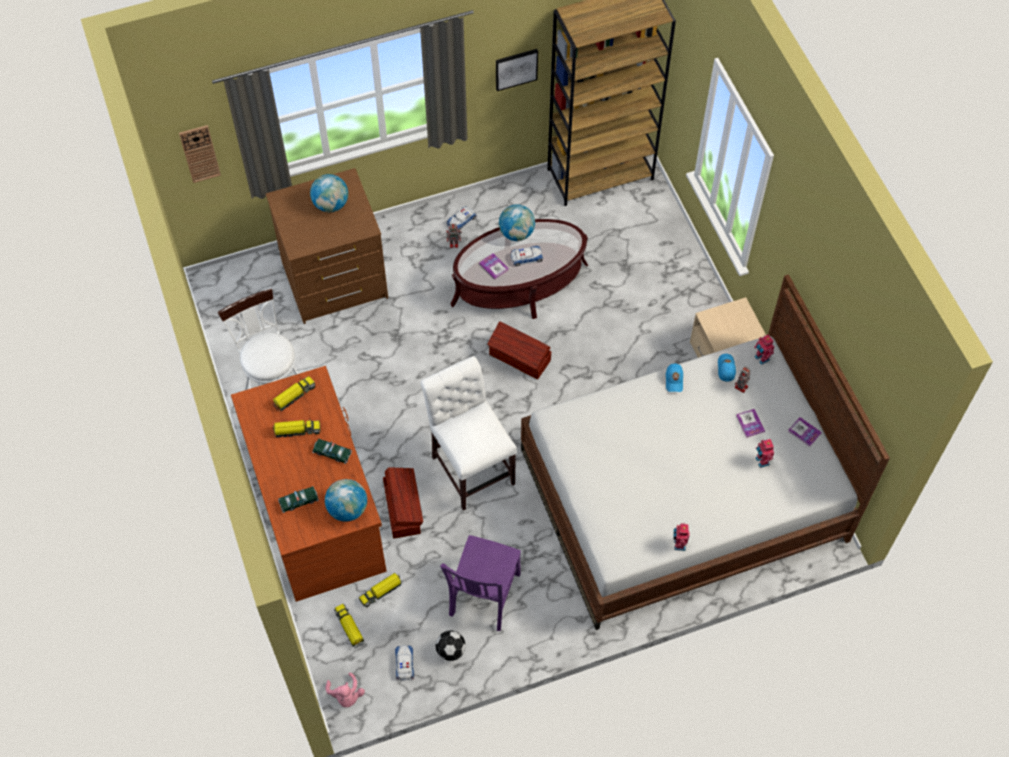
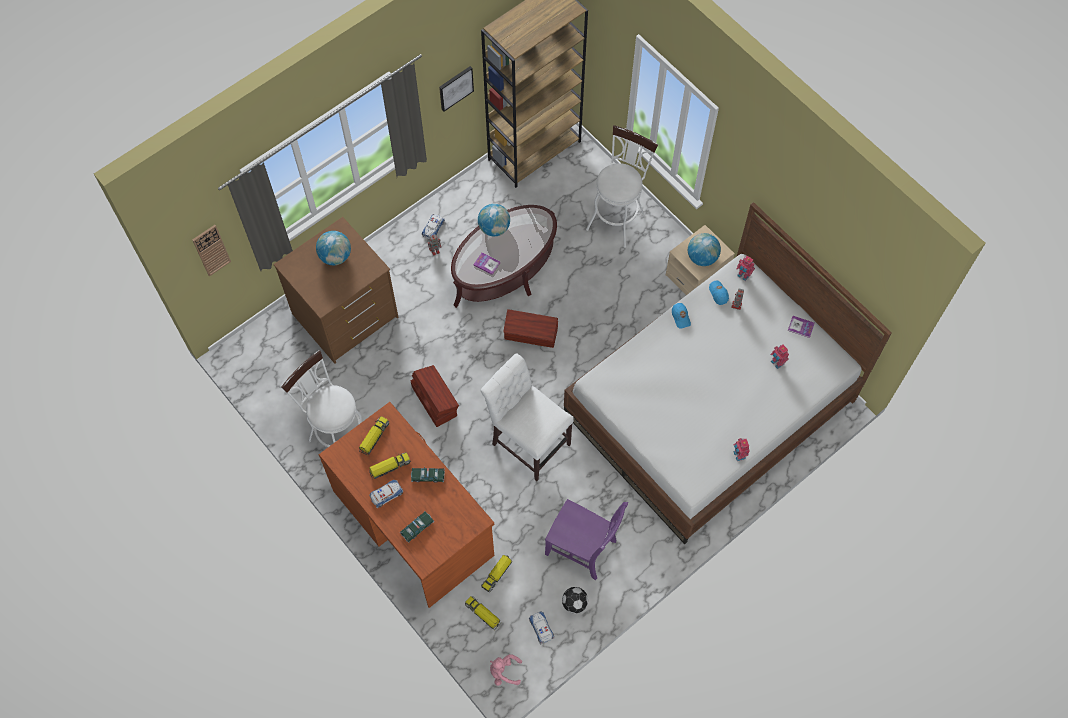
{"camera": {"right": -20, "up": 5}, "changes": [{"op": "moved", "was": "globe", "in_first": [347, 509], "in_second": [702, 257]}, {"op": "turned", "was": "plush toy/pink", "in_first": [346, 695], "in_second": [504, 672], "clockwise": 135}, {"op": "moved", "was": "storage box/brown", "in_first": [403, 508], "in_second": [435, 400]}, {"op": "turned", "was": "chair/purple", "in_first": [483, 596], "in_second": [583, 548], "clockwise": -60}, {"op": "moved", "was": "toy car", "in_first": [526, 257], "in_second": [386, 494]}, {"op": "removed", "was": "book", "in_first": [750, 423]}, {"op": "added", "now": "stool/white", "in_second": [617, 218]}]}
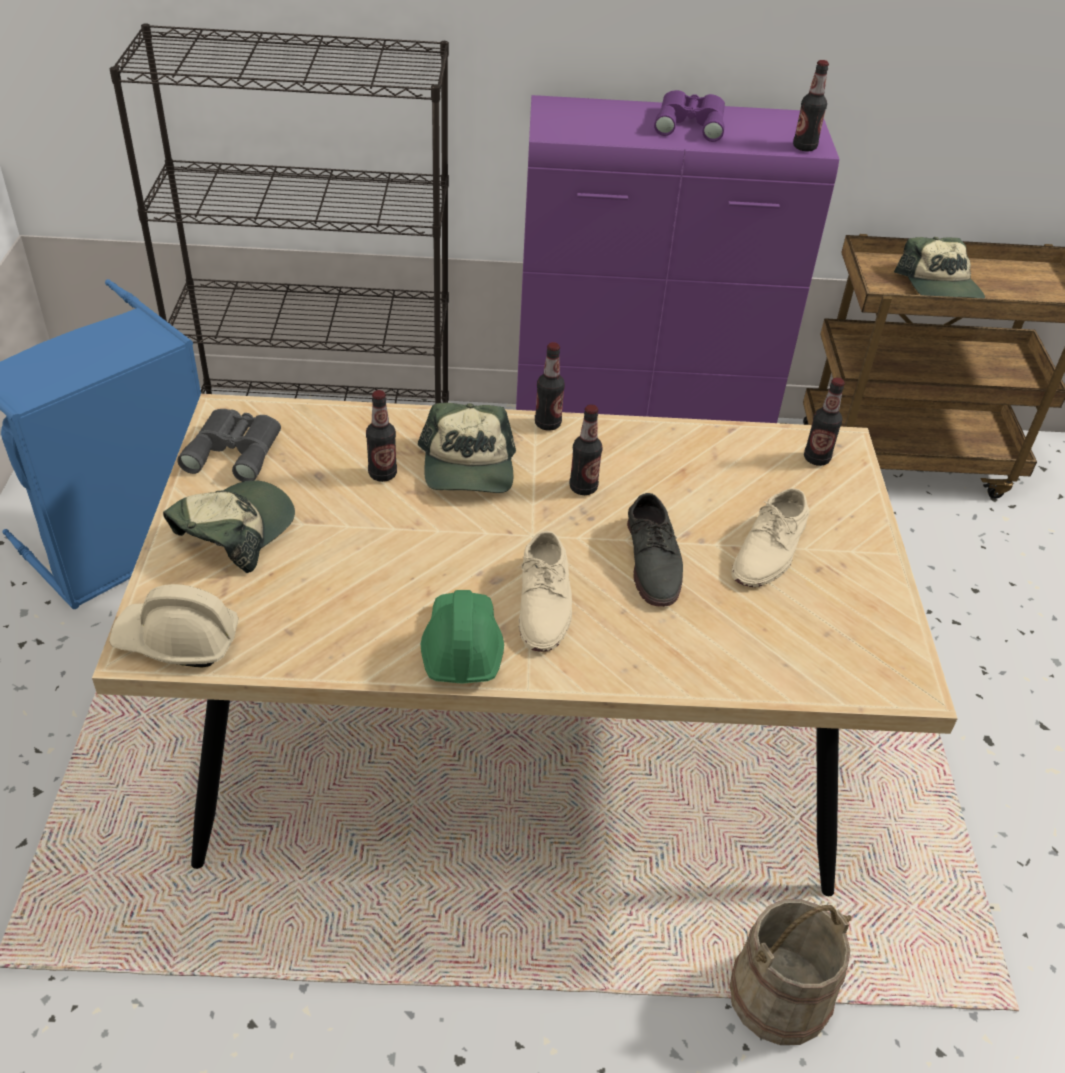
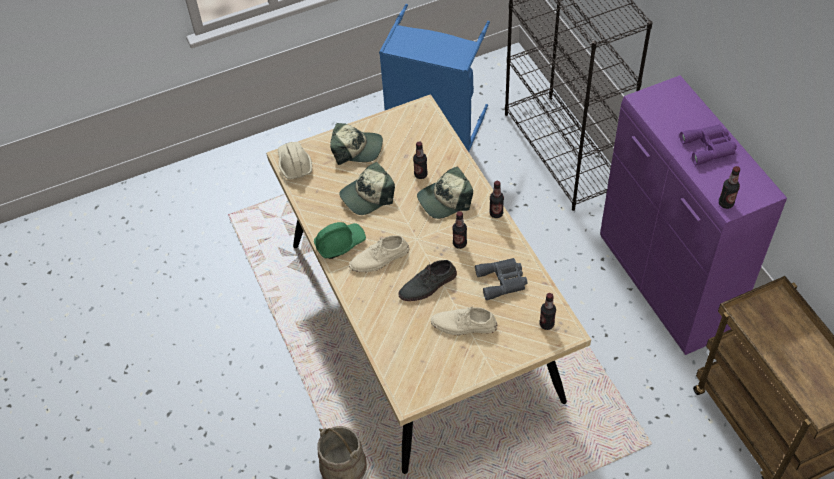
{"camera": {"right": 70, "up": 10}, "changes": [{"op": "moved", "was": "binoculars/grey", "in_first": [236, 449], "in_second": [503, 281]}, {"op": "moved", "was": "cap", "in_first": [940, 286], "in_second": [367, 196]}]}
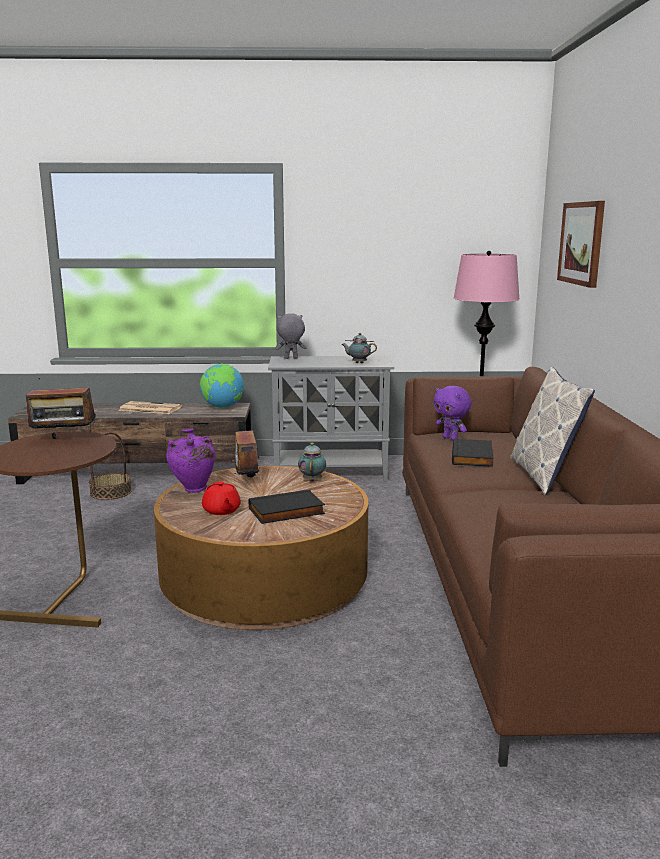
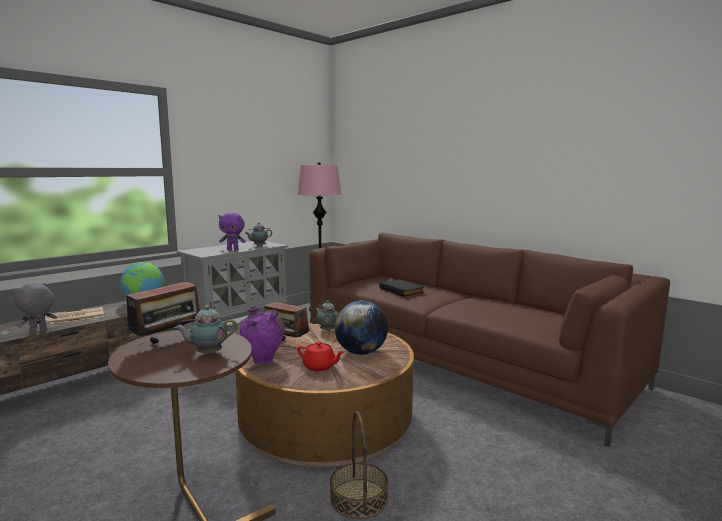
{"camera": {"right": -45, "up": -5}, "changes": [{"op": "moved", "was": "basket", "in_first": [111, 492], "in_second": [358, 498]}, {"op": "replaced", "was": "book/black", "now": "globe", "in_first": [286, 511], "in_second": [361, 352]}, {"op": "moved", "was": "plush toy/grey", "in_first": [290, 358], "in_second": [38, 332]}, {"op": "moved", "was": "plush toy/purple", "in_first": [451, 439], "in_second": [233, 250]}, {"op": "removed", "was": "pillow", "in_first": [543, 475]}, {"op": "removed", "was": "picture", "in_first": [582, 243]}, {"op": "added", "now": "teapot", "in_second": [207, 354]}]}
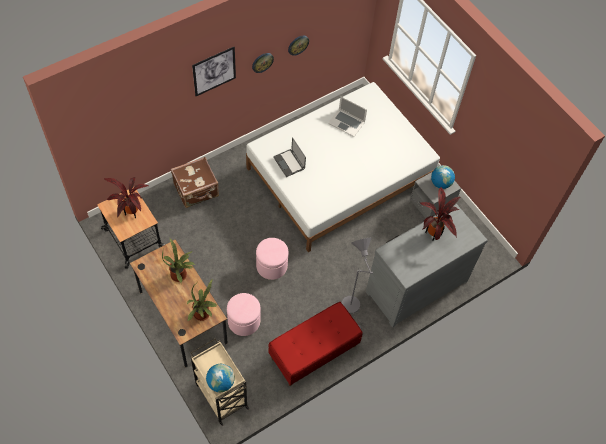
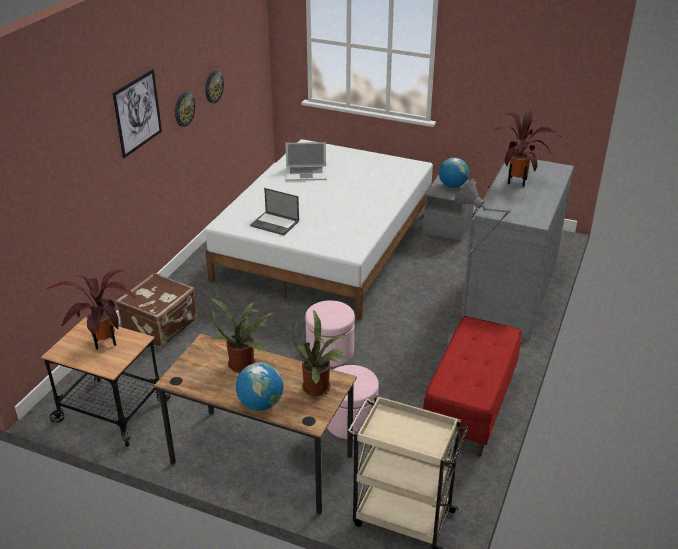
{"camera": {"right": -30, "up": -25}, "changes": [{"op": "moved", "was": "globe", "in_first": [221, 382], "in_second": [260, 403]}]}
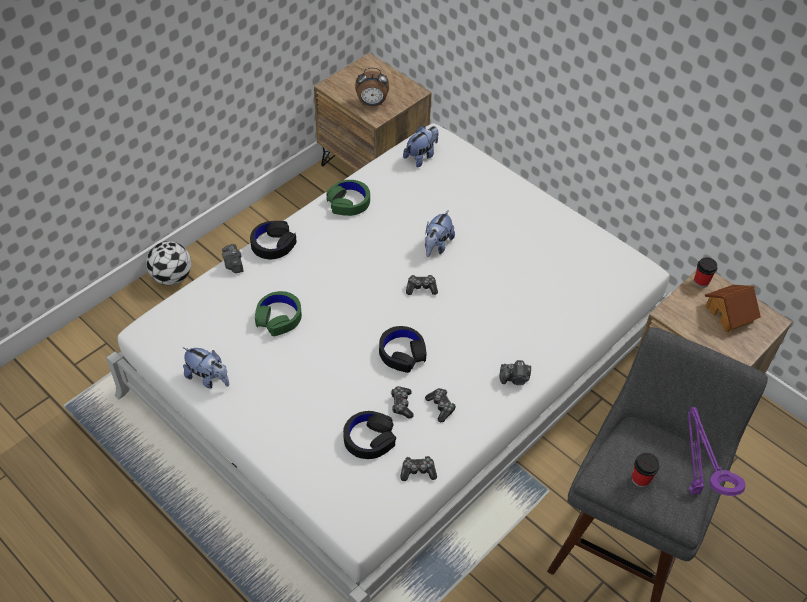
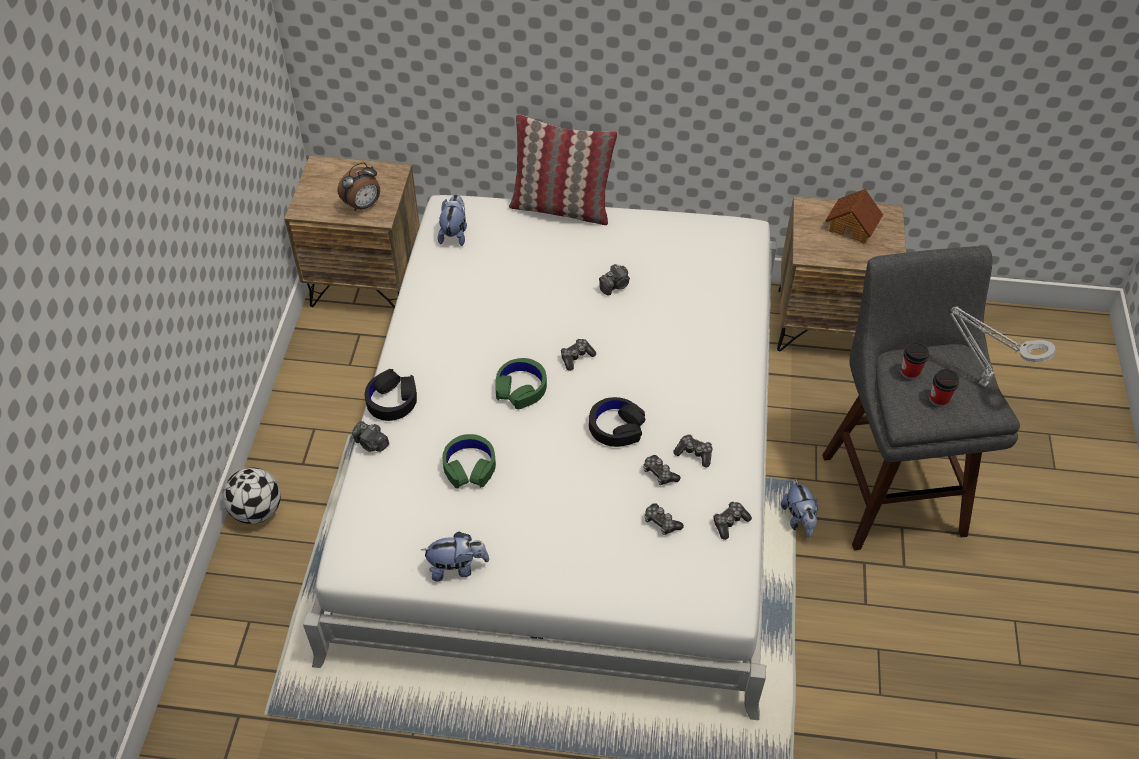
{"camera": {"right": -35, "up": 0}, "changes": [{"op": "moved", "was": "headphones/green", "in_first": [348, 202], "in_second": [521, 388]}, {"op": "replaced", "was": "headphones/black", "now": "game controller", "in_first": [369, 439], "in_second": [661, 523]}, {"op": "moved", "was": "plush toy", "in_first": [437, 246], "in_second": [799, 520]}, {"op": "moved", "was": "photo camera", "in_first": [515, 379], "in_second": [615, 286]}, {"op": "recoloured", "was": "table lamp/purple", "now": "table lamp/grey", "in_first": [692, 488], "in_second": [980, 381]}, {"op": "moved", "was": "cup", "in_first": [701, 282], "in_second": [909, 372]}, {"op": "added", "now": "pillow", "in_second": [561, 208]}]}
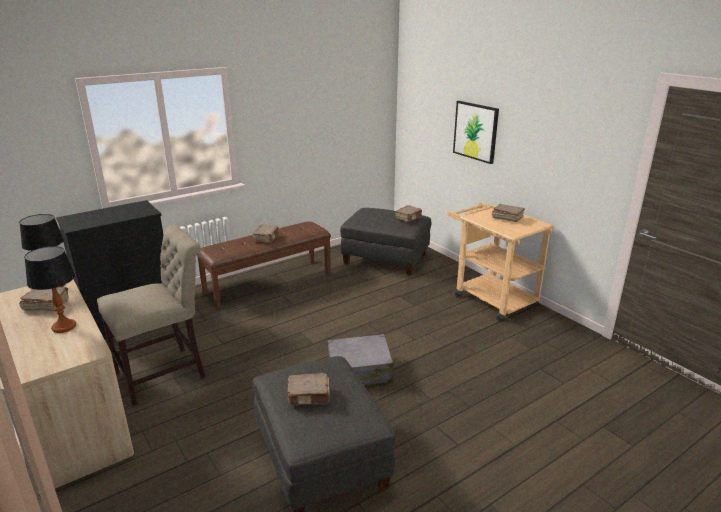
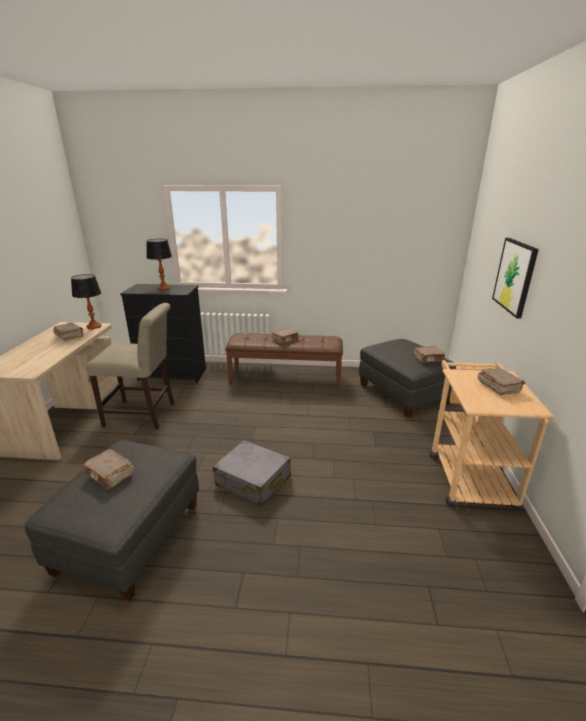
{"camera": {"right": 40, "up": 0}, "changes": [{"op": "moved", "was": "table lamp", "in_first": [63, 327], "in_second": [163, 288]}]}
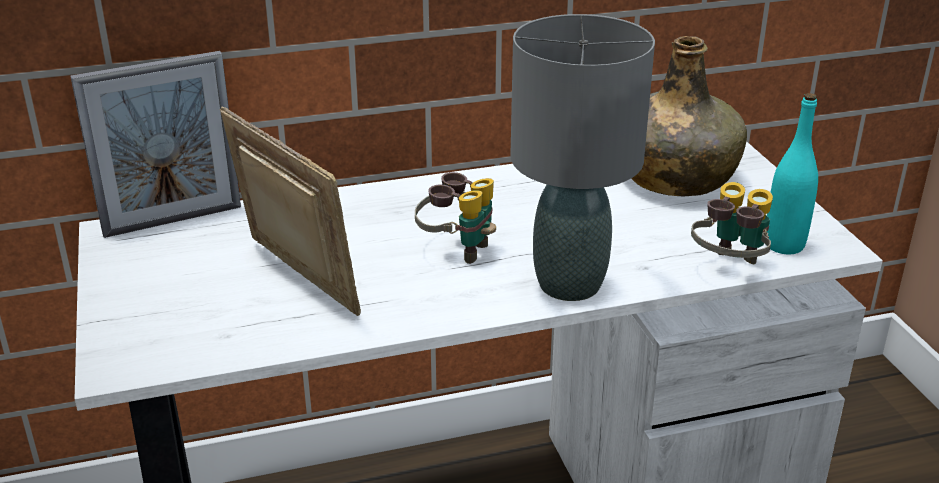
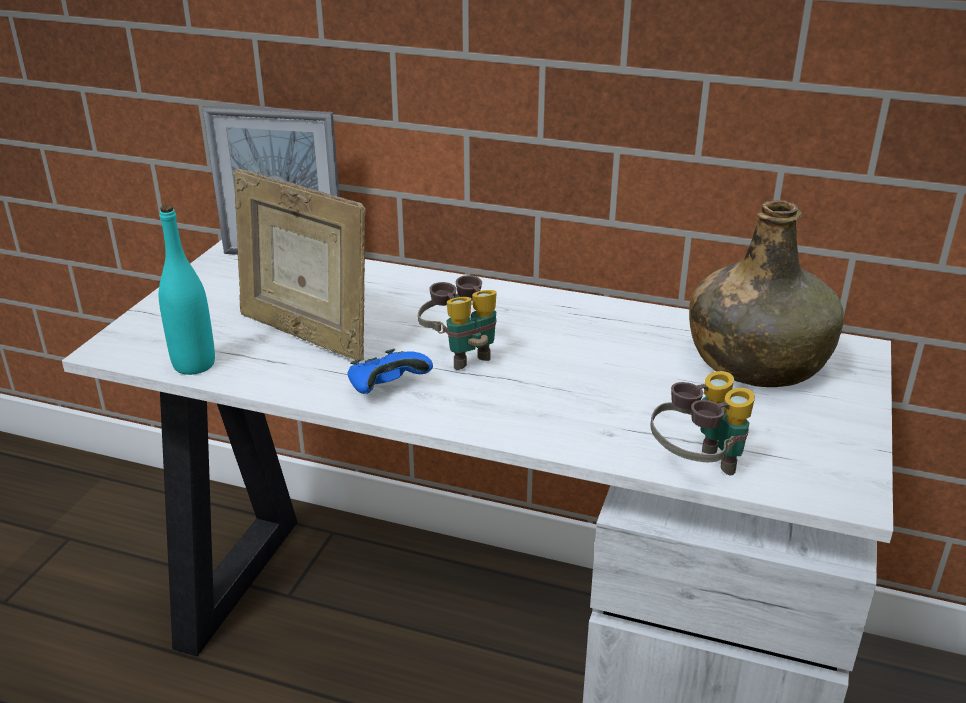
{"camera": {"right": 35, "up": 0}, "changes": [{"op": "turned", "was": "picture frame", "in_first": [297, 282], "in_second": [305, 334], "clockwise": 135}, {"op": "removed", "was": "table lamp/grey", "in_first": [568, 284]}, {"op": "moved", "was": "bottle/turquoise", "in_first": [784, 245], "in_second": [194, 364]}, {"op": "added", "now": "game controller/blue", "in_second": [387, 389]}]}
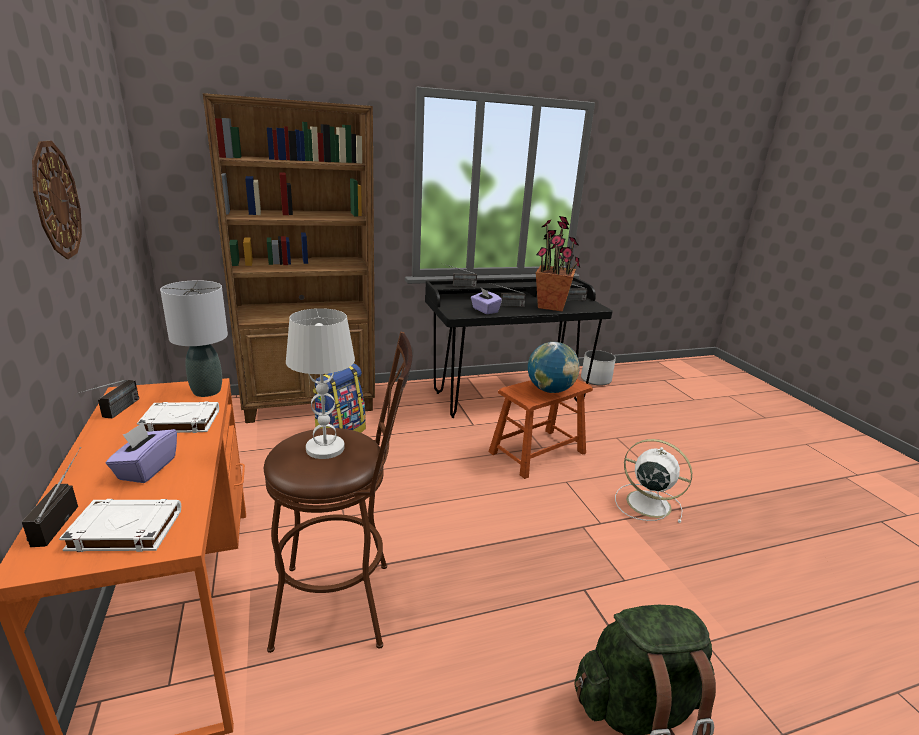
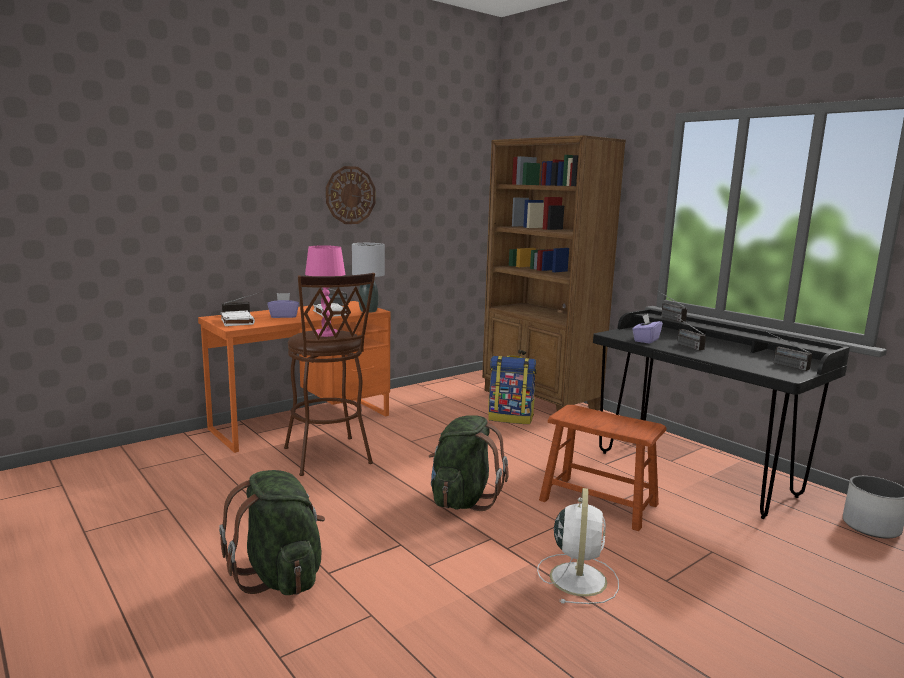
{"camera": {"right": 70, "up": -10}, "changes": [{"op": "recoloured", "was": "table lamp/white", "now": "table lamp/pink", "in_first": [325, 448], "in_second": [326, 333]}, {"op": "removed", "was": "globe", "in_first": [550, 390]}, {"op": "removed", "was": "potted plant", "in_first": [551, 306]}, {"op": "added", "now": "backpack/green", "in_second": [462, 500]}]}
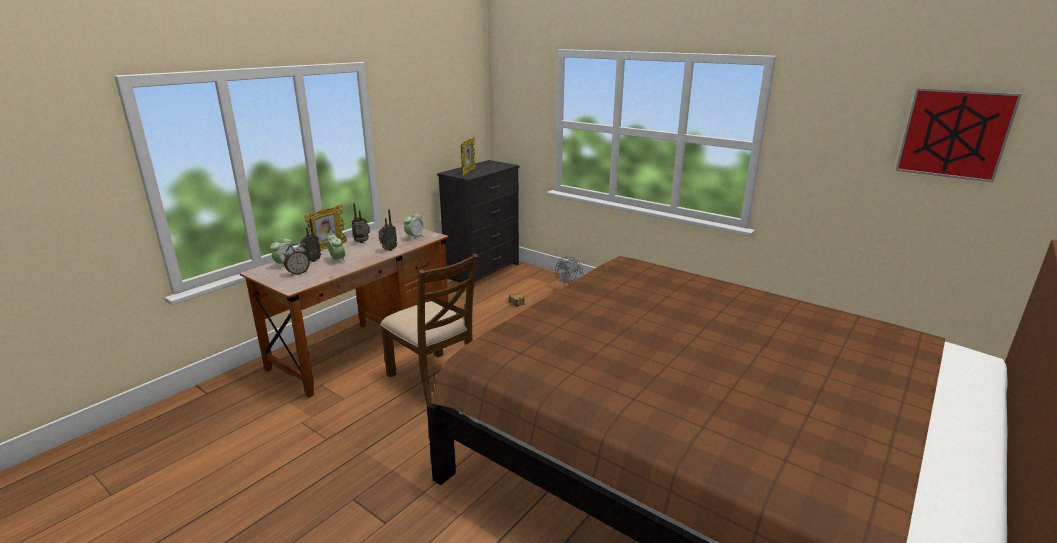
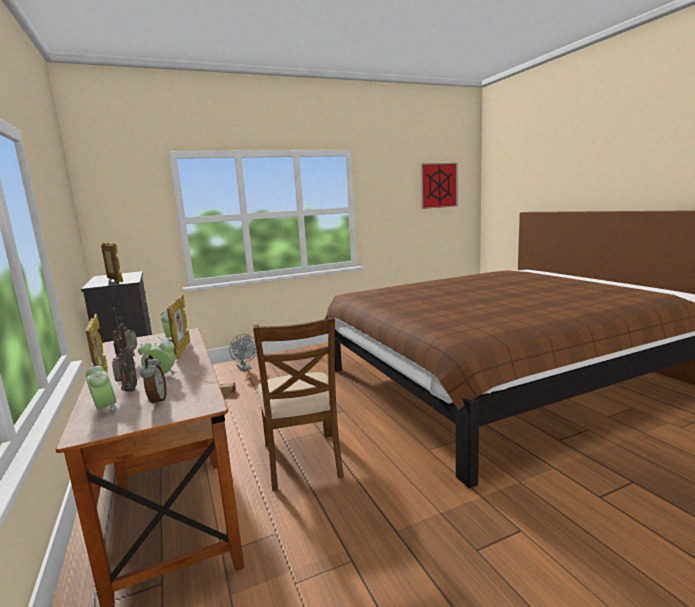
{"camera": {"right": -60, "up": -10}, "changes": [{"op": "replaced", "was": "radio", "now": "picture frame", "in_first": [388, 250], "in_second": [182, 351]}, {"op": "turned", "was": "chair/brown", "in_first": [434, 378], "in_second": [303, 459], "clockwise": 90}]}
